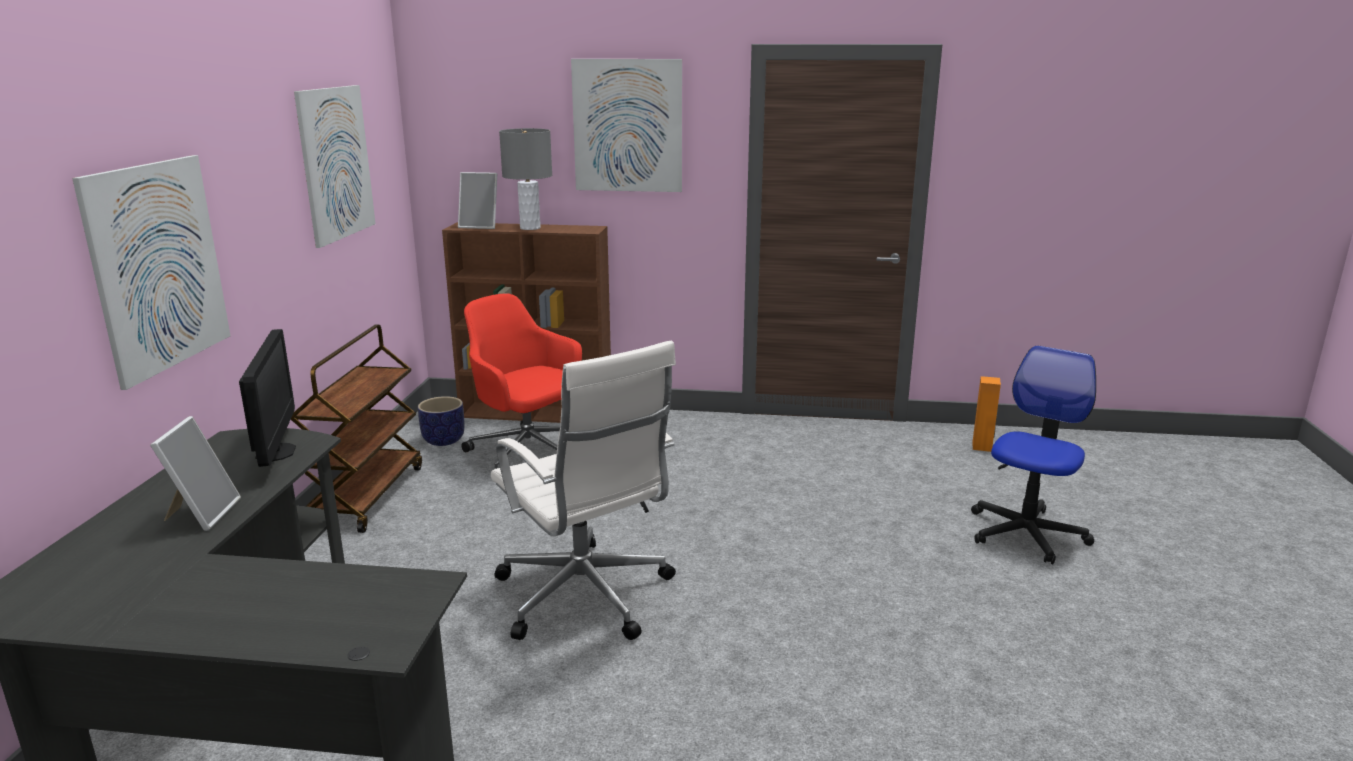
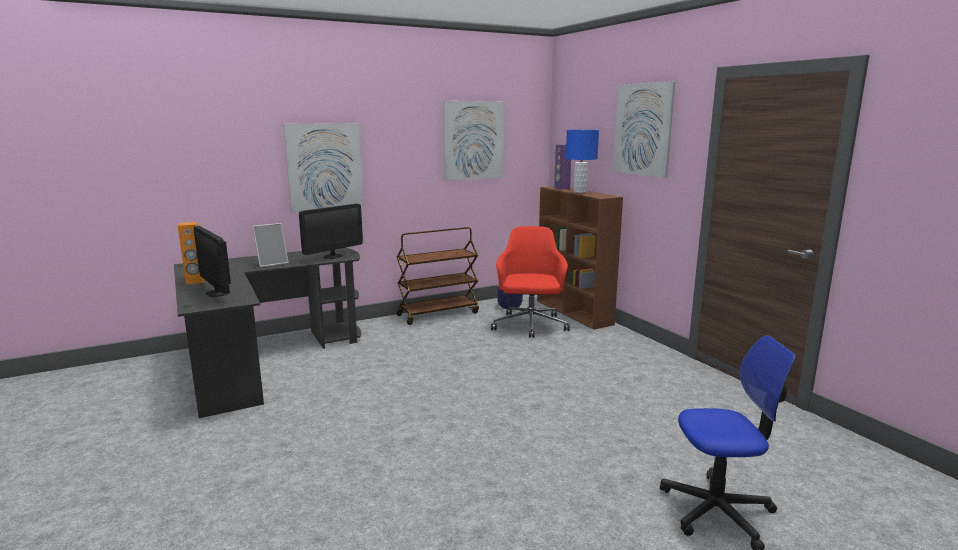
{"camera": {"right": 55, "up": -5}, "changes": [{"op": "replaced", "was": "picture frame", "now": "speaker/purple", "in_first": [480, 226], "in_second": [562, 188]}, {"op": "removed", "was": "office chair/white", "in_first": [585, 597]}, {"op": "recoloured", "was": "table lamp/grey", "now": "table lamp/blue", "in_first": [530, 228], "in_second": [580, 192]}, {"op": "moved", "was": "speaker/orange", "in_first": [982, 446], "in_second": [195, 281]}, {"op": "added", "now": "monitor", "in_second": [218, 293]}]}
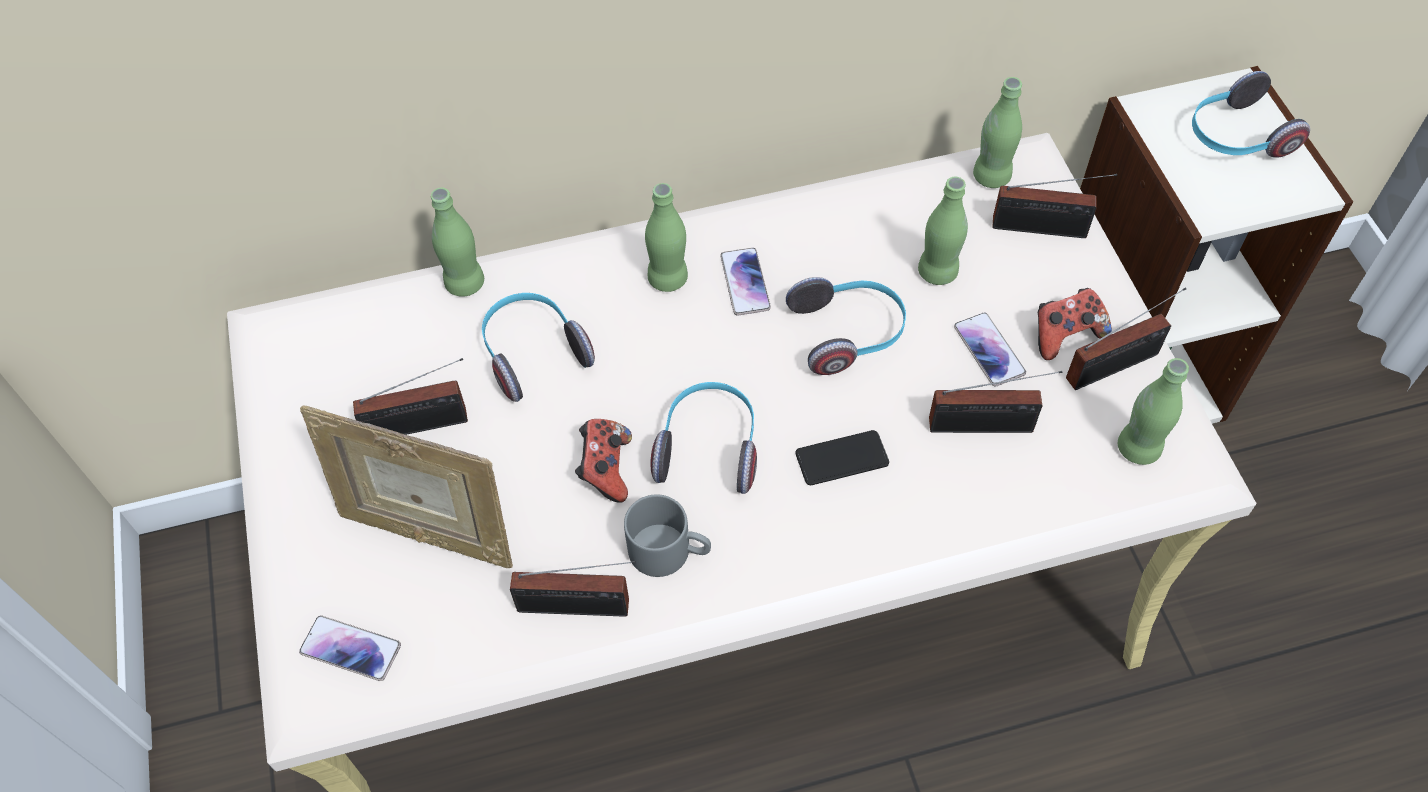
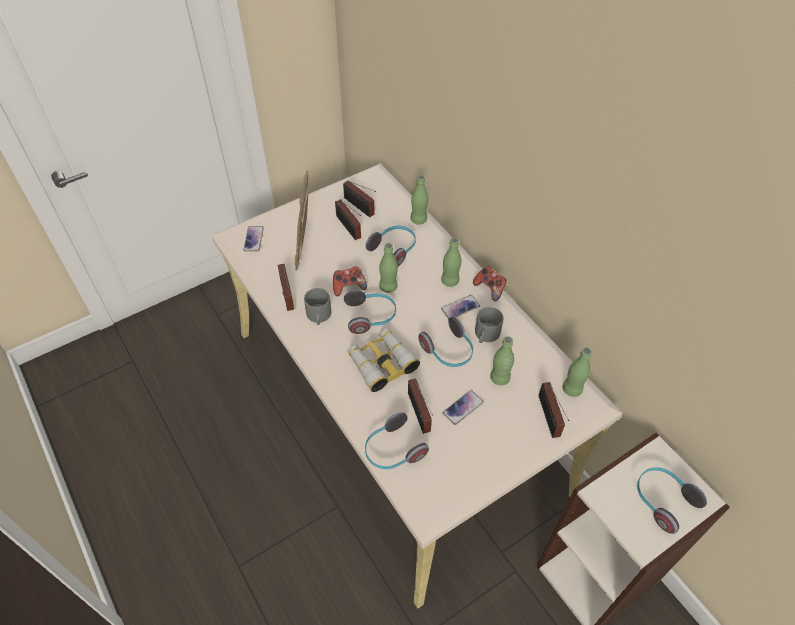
{"camera": {"right": 70, "up": -5}, "changes": [{"op": "replaced", "was": "phone", "now": "binoculars", "in_first": [842, 458], "in_second": [382, 363]}, {"op": "moved", "was": "game controller", "in_first": [1065, 335], "in_second": [489, 288]}, {"op": "moved", "was": "radio", "in_first": [1117, 365], "in_second": [360, 207]}, {"op": "moved", "was": "bottle/green", "in_first": [1138, 448], "in_second": [388, 287]}, {"op": "added", "now": "headphones", "in_second": [392, 450]}, {"op": "added", "now": "mug/grey", "in_second": [486, 335]}]}
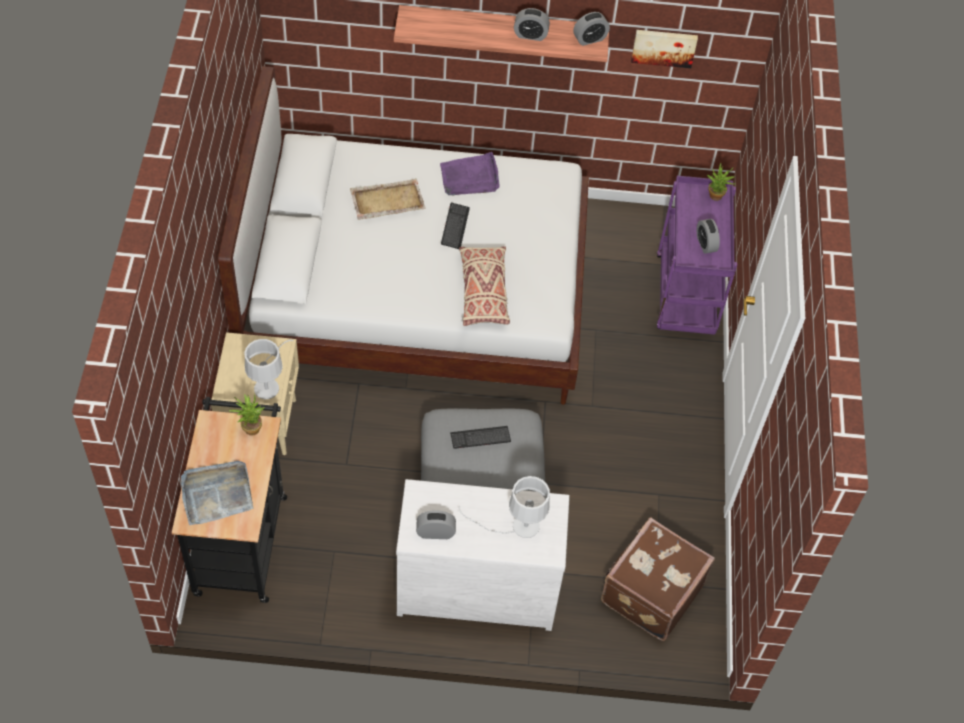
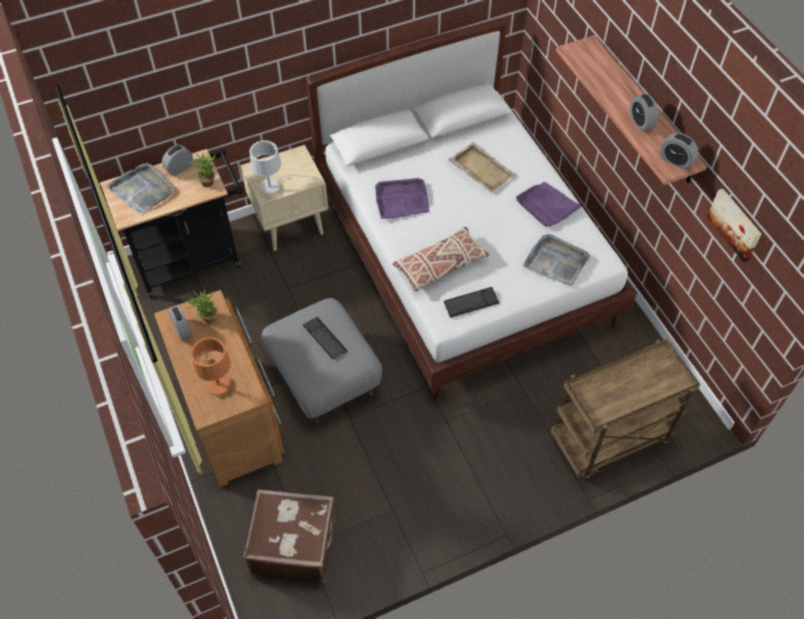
{"camera": {"right": 65, "up": 0}, "changes": [{"op": "recoloured", "was": "dresser/white", "now": "dresser/brown", "in_first": [476, 584], "in_second": [233, 417]}, {"op": "moved", "was": "keyboard", "in_first": [455, 227], "in_second": [471, 303]}, {"op": "recoloured", "was": "table lamp/white", "now": "table lamp/orange", "in_first": [517, 527], "in_second": [216, 380]}, {"op": "recoloured", "was": "cart/purple", "now": "cart/brown", "in_first": [686, 297], "in_second": [609, 441]}, {"op": "moved", "was": "alarm clock", "in_first": [705, 244], "in_second": [179, 168]}, {"op": "moved", "was": "potted plant", "in_first": [716, 198], "in_second": [207, 319]}, {"op": "added", "now": "tray/purple", "in_second": [401, 200]}, {"op": "added", "now": "tray/grey", "in_second": [556, 261]}]}
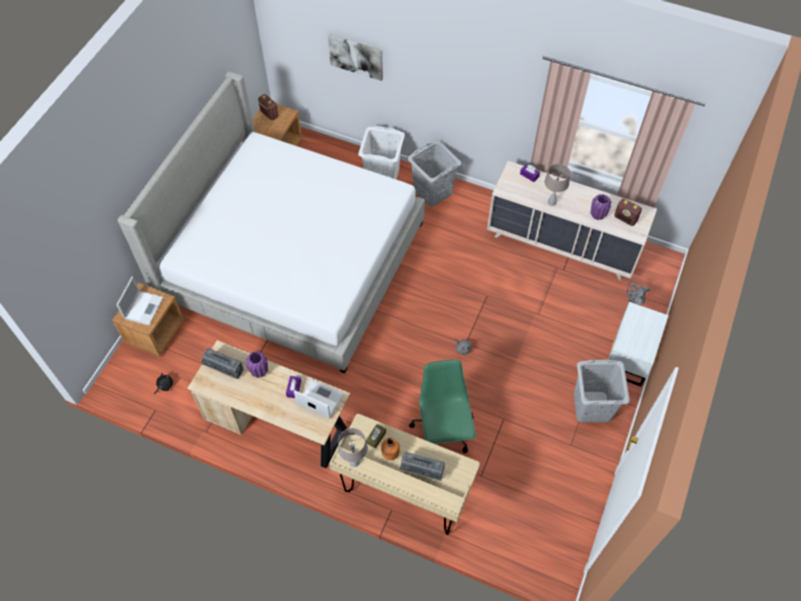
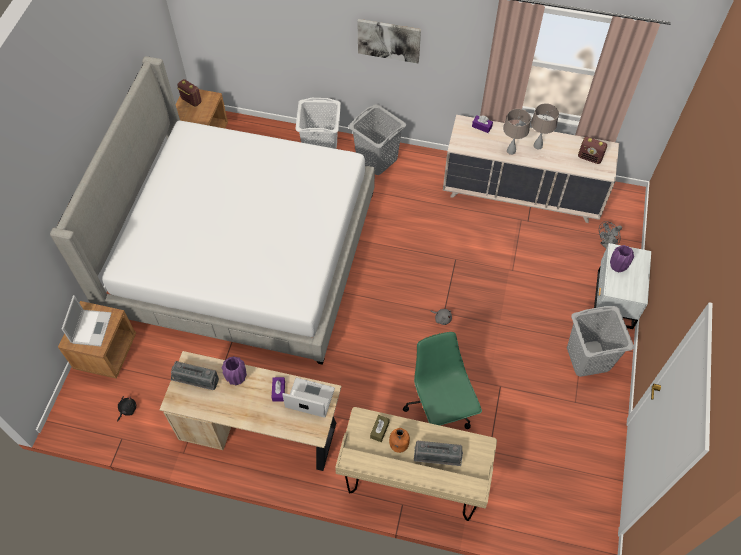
{"camera": {"right": -10, "up": 0}, "changes": [{"op": "moved", "was": "picture", "in_first": [356, 56], "in_second": [389, 40]}, {"op": "moved", "was": "table lamp/beige", "in_first": [354, 462], "in_second": [538, 146]}, {"op": "moved", "was": "vase/purple", "in_first": [597, 215], "in_second": [617, 267]}]}
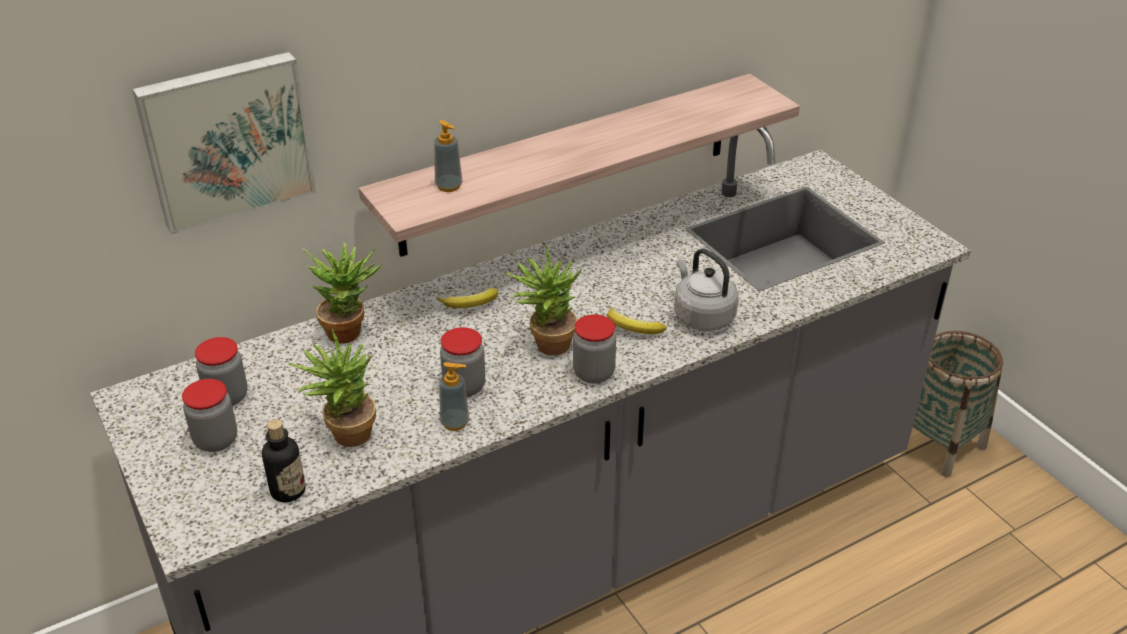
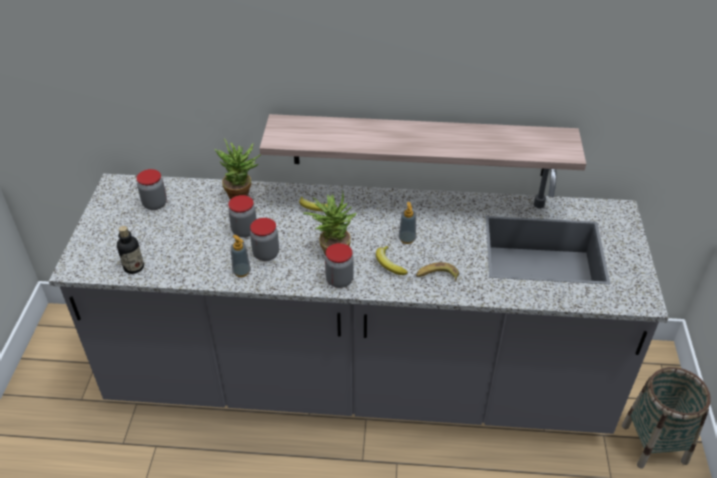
{"camera": {"right": 35, "up": 5}, "changes": [{"op": "removed", "was": "picture", "in_first": [226, 139]}, {"op": "moved", "was": "jar", "in_first": [216, 440], "in_second": [244, 231]}, {"op": "removed", "was": "potted plant", "in_first": [344, 434]}, {"op": "moved", "was": "soap dispenser", "in_first": [449, 186], "in_second": [407, 239]}, {"op": "replaced", "was": "kettle/grey", "now": "banana", "in_first": [701, 316], "in_second": [436, 276]}]}
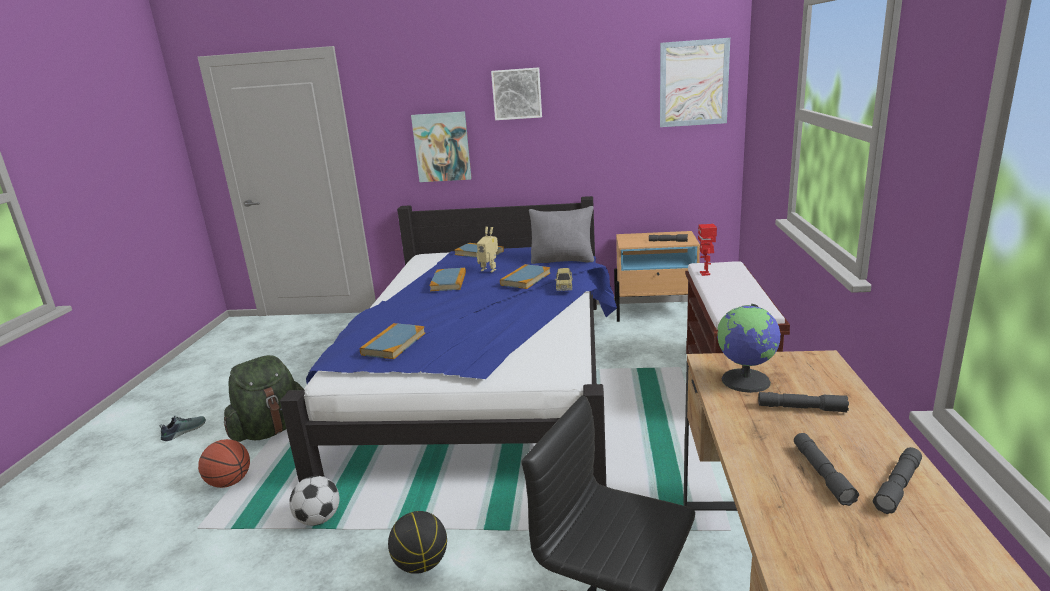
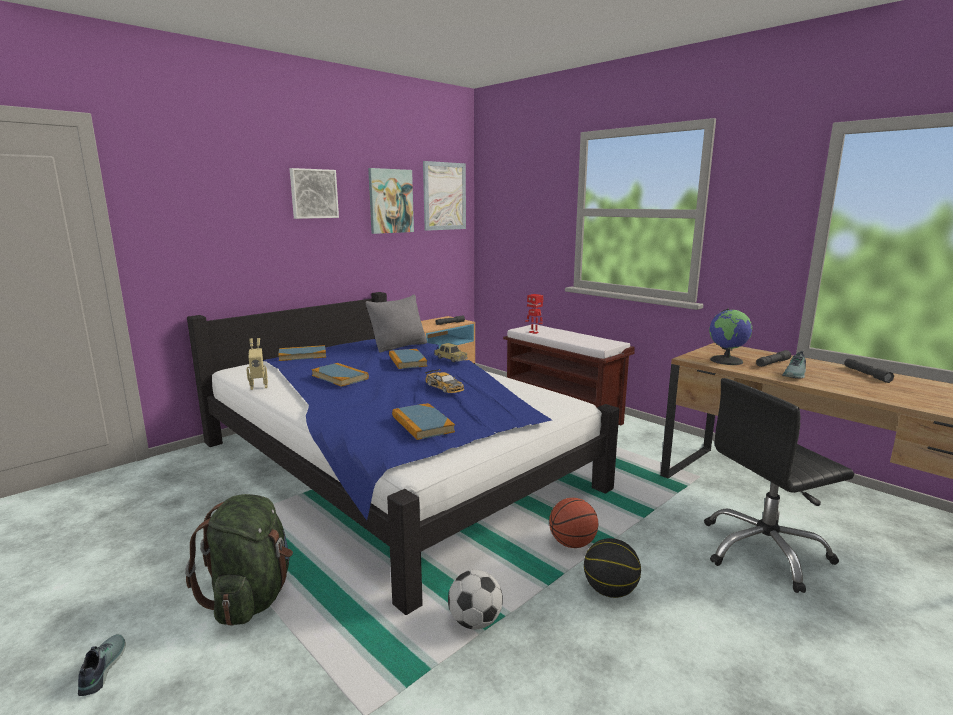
{"camera": {"right": -50, "up": -5}, "changes": [{"op": "moved", "was": "basketball", "in_first": [229, 482], "in_second": [572, 543]}, {"op": "moved", "was": "picture", "in_first": [442, 147], "in_second": [390, 201]}, {"op": "moved", "was": "toy robot", "in_first": [490, 269], "in_second": [259, 386]}, {"op": "removed", "was": "flashlight/grey", "in_first": [822, 474]}, {"op": "added", "now": "toy car", "in_second": [445, 387]}, {"op": "added", "now": "shoe", "in_second": [796, 374]}]}
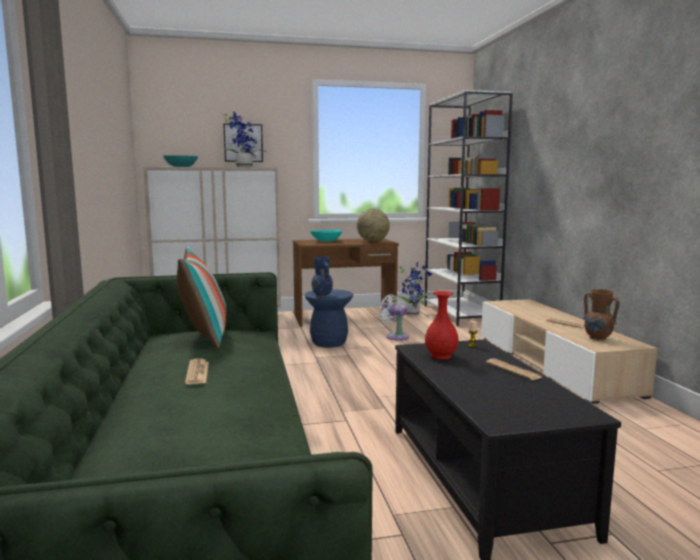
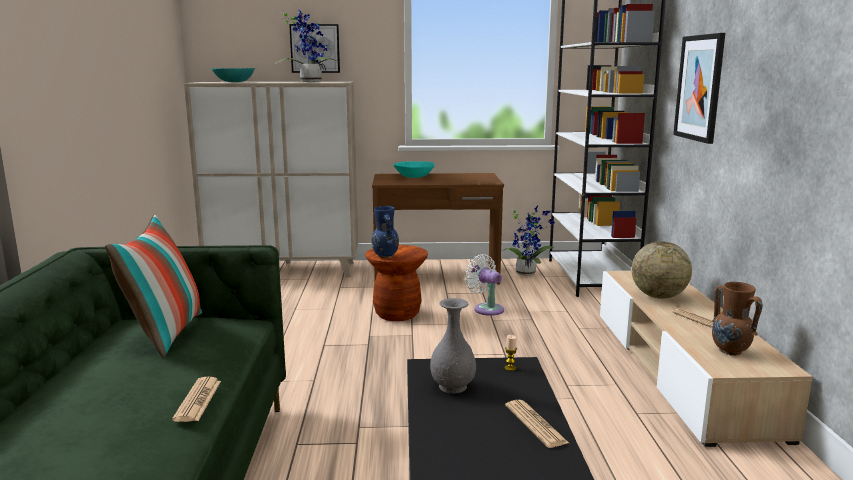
{"camera": {"right": 10, "up": 5}, "changes": [{"op": "moved", "was": "newspaper", "in_first": [197, 372], "in_second": [198, 400]}, {"op": "recoloured", "was": "stool/blue", "now": "stool/brown", "in_first": [329, 343], "in_second": [397, 314]}, {"op": "moved", "was": "globe", "in_first": [373, 241], "in_second": [658, 296]}, {"op": "recoloured", "was": "vase/red", "now": "vase/grey", "in_first": [441, 356], "in_second": [453, 386]}, {"op": "added", "now": "picture", "in_second": [699, 88]}]}
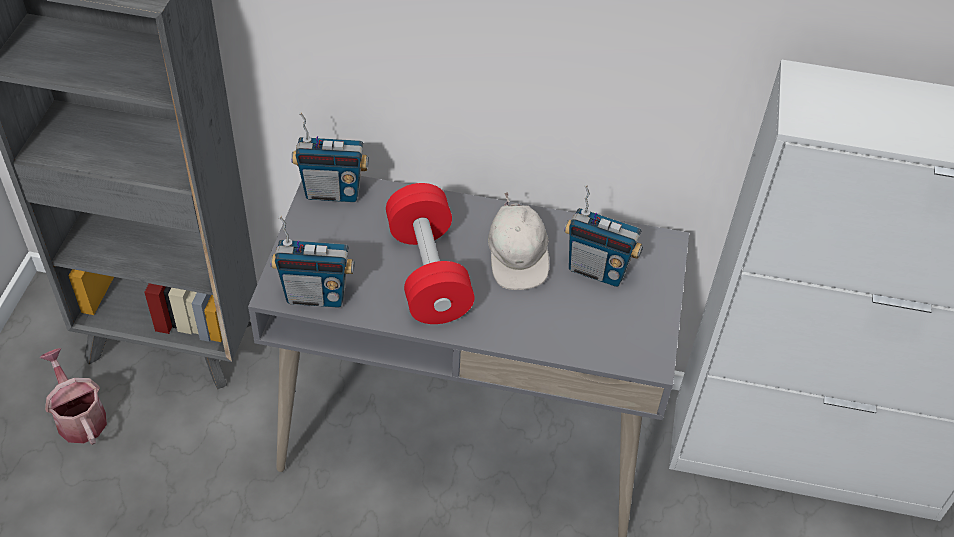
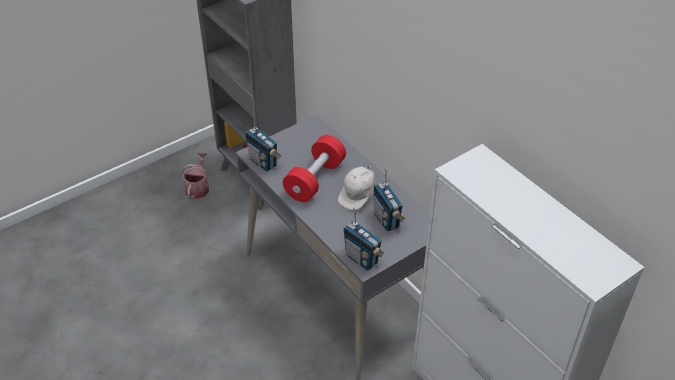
{"camera": {"right": 45, "up": -5}, "changes": [{"op": "moved", "was": "radio", "in_first": [332, 192], "in_second": [362, 259]}]}
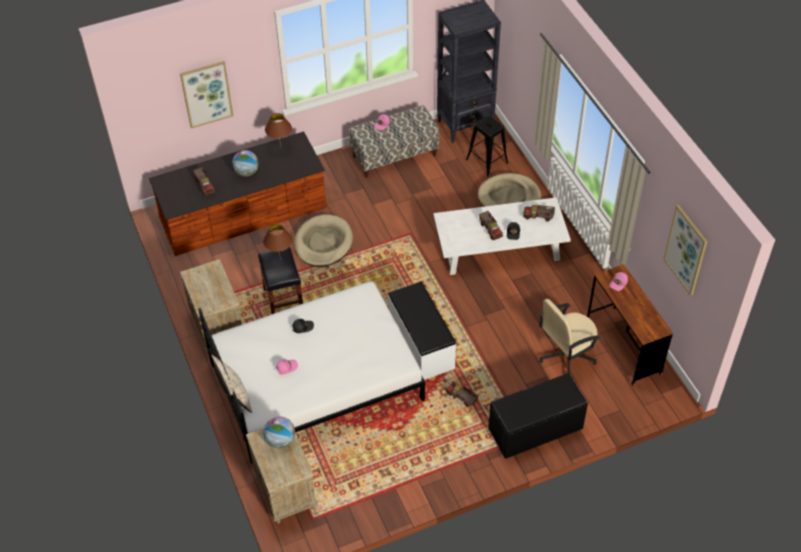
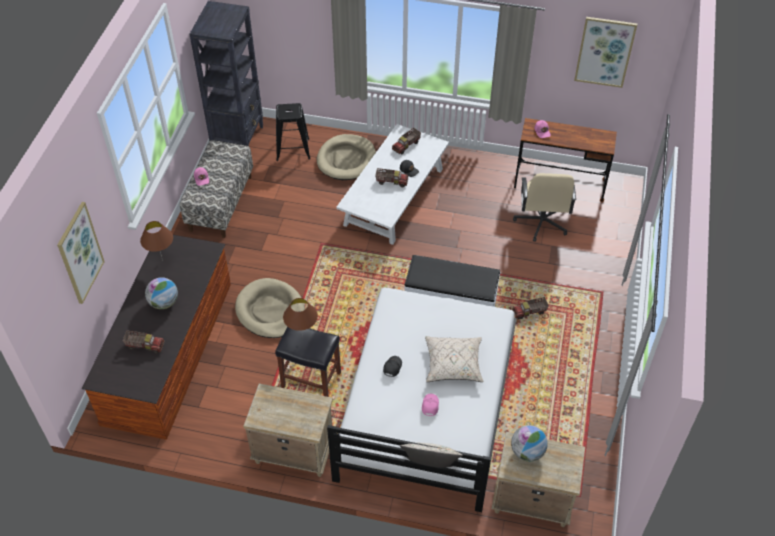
{"camera": {"right": -55, "up": 0}, "changes": [{"op": "removed", "was": "bench/black", "in_first": [535, 429]}, {"op": "added", "now": "pillow/beige", "in_second": [453, 364]}]}
